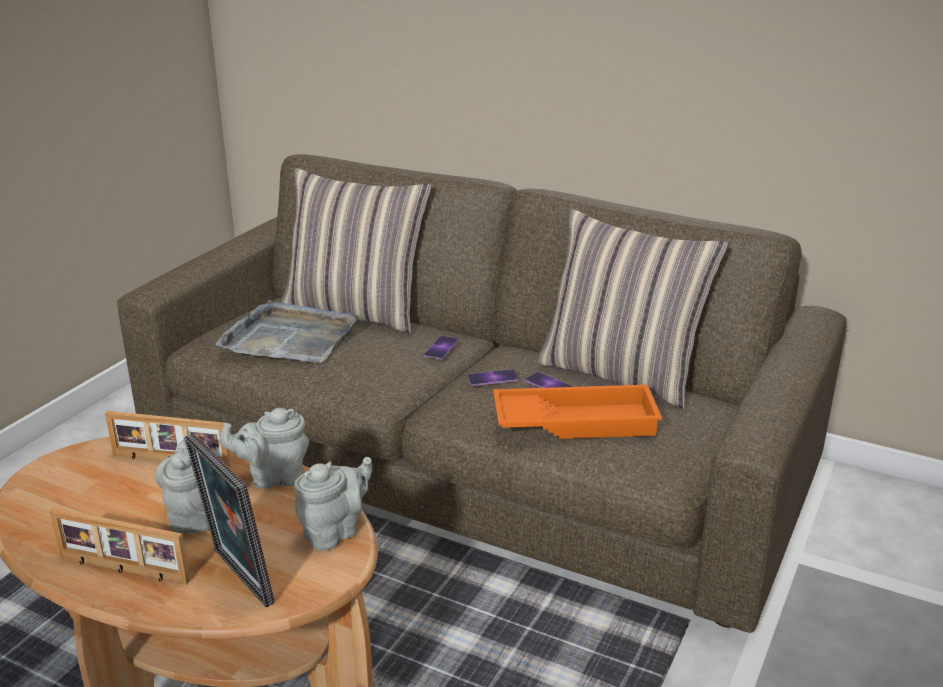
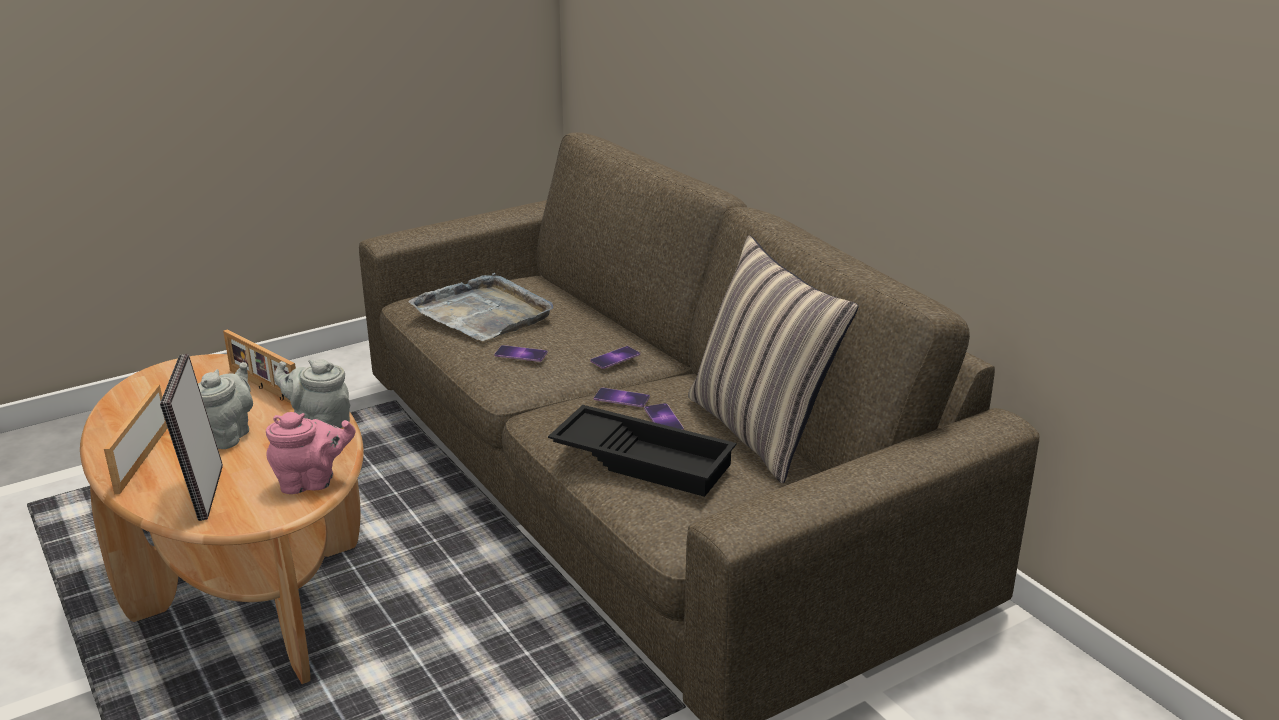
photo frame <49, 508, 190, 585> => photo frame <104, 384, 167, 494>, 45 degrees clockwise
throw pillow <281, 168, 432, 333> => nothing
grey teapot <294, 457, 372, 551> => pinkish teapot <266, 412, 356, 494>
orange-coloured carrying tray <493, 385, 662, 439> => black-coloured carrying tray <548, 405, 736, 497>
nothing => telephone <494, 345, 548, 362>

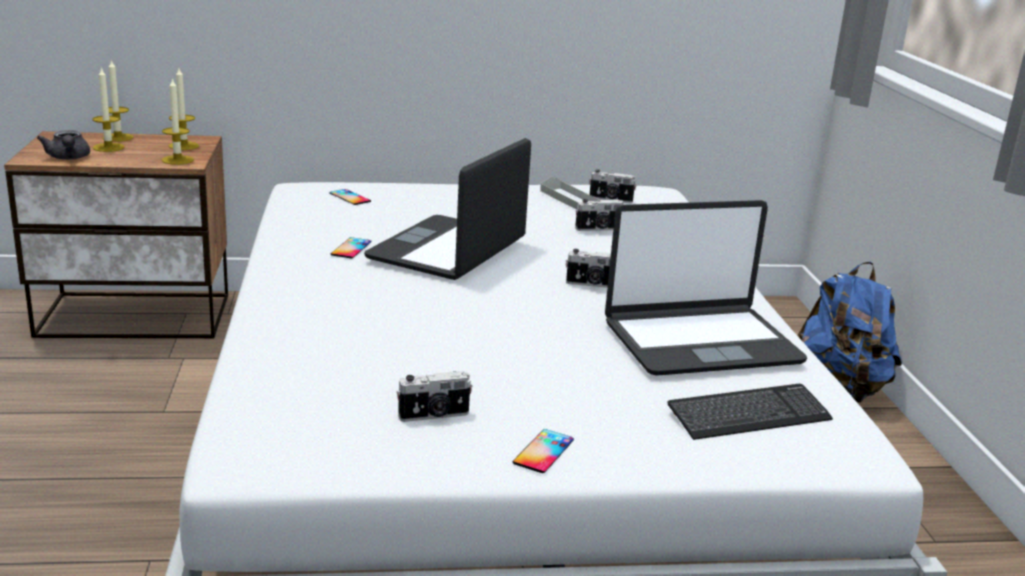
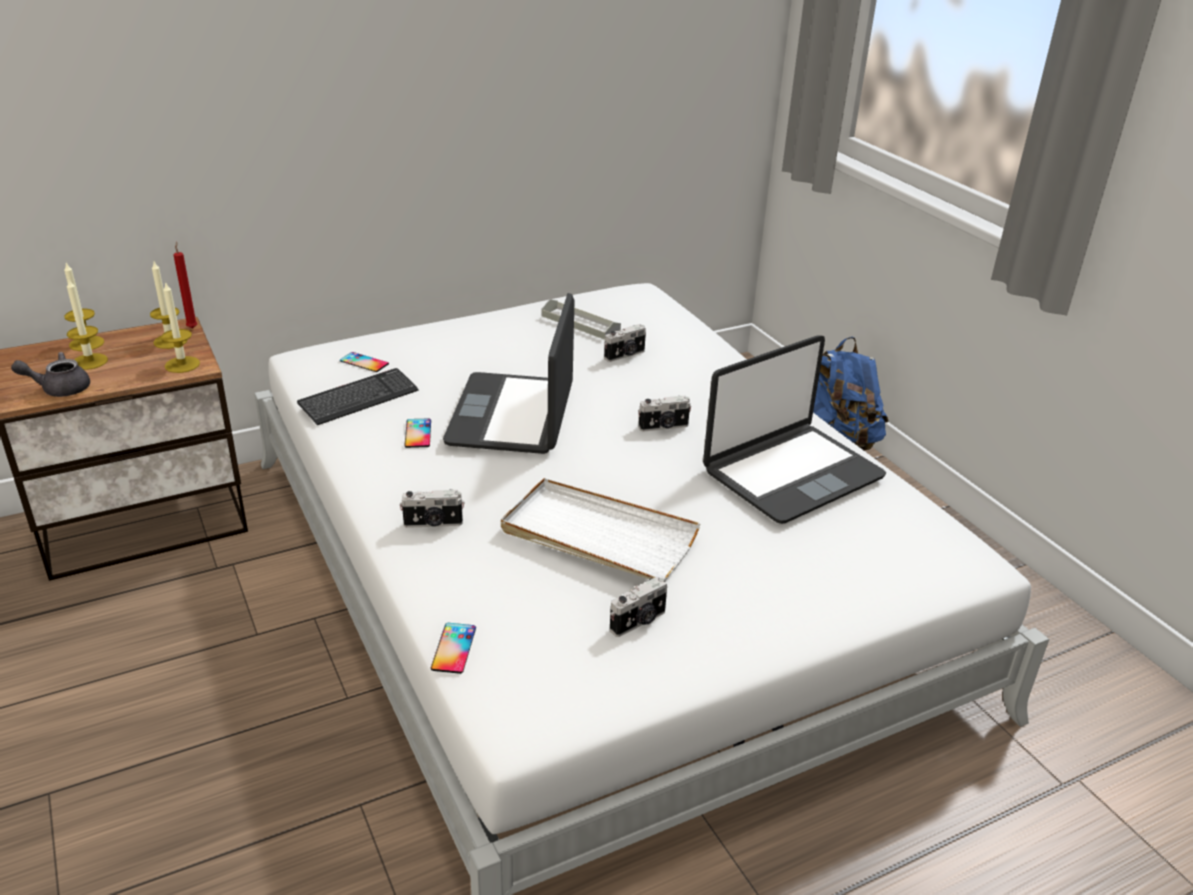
grey teapot <37, 130, 90, 160> => grey teapot <11, 352, 90, 397>, 120 degrees clockwise
telephone <513, 429, 574, 473> => telephone <431, 623, 476, 674>, relocated
still camera <589, 169, 636, 203> => still camera <400, 489, 464, 528>, relocated
keyboard <668, 384, 833, 440> => keyboard <297, 368, 419, 425>, relocated
nothing => reddish candle <173, 242, 197, 329>
nothing => white carrying tray <501, 478, 700, 580>

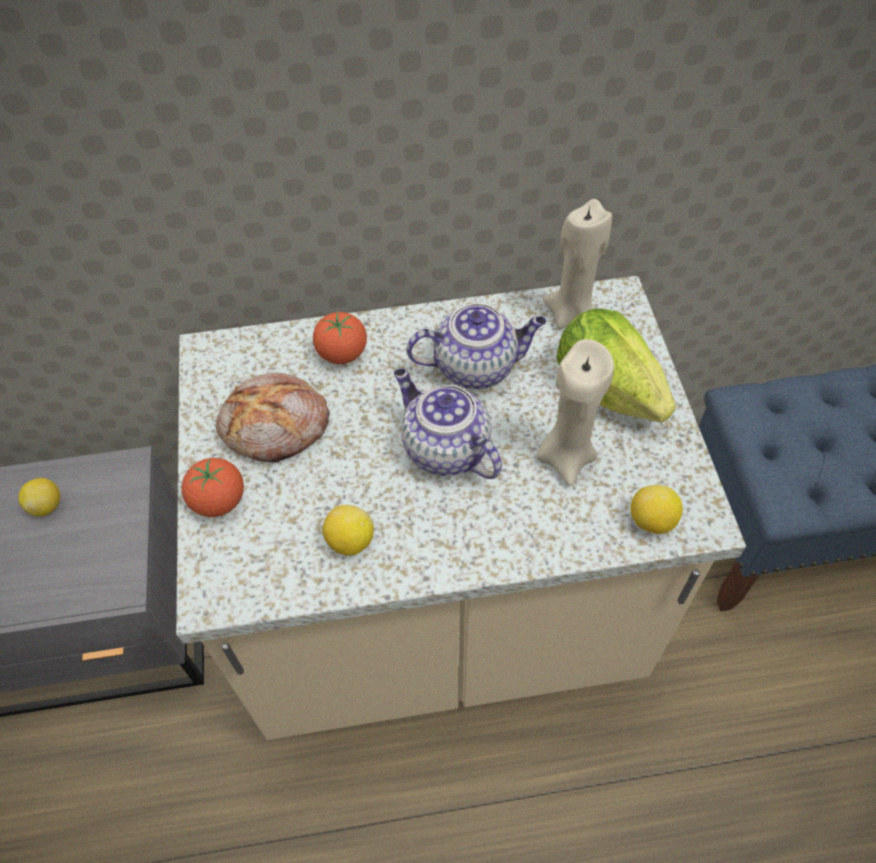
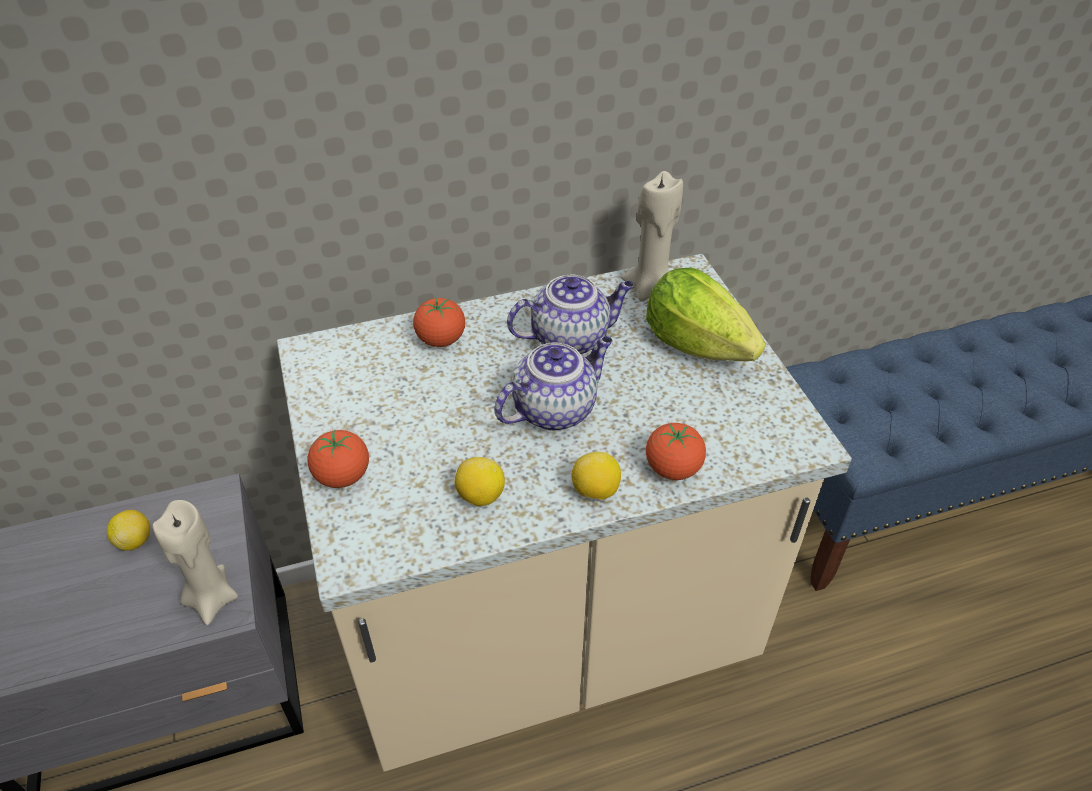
bread <216, 373, 329, 462> => nothing
teapot <394, 369, 502, 479> => teapot <494, 336, 613, 431>, 105 degrees clockwise
beige candle <536, 339, 614, 486> => beige candle <153, 500, 238, 625>, relocated
whole lemon <630, 485, 683, 534> => whole lemon <572, 452, 621, 500>, relocated
nothing => tomato <646, 423, 706, 480>

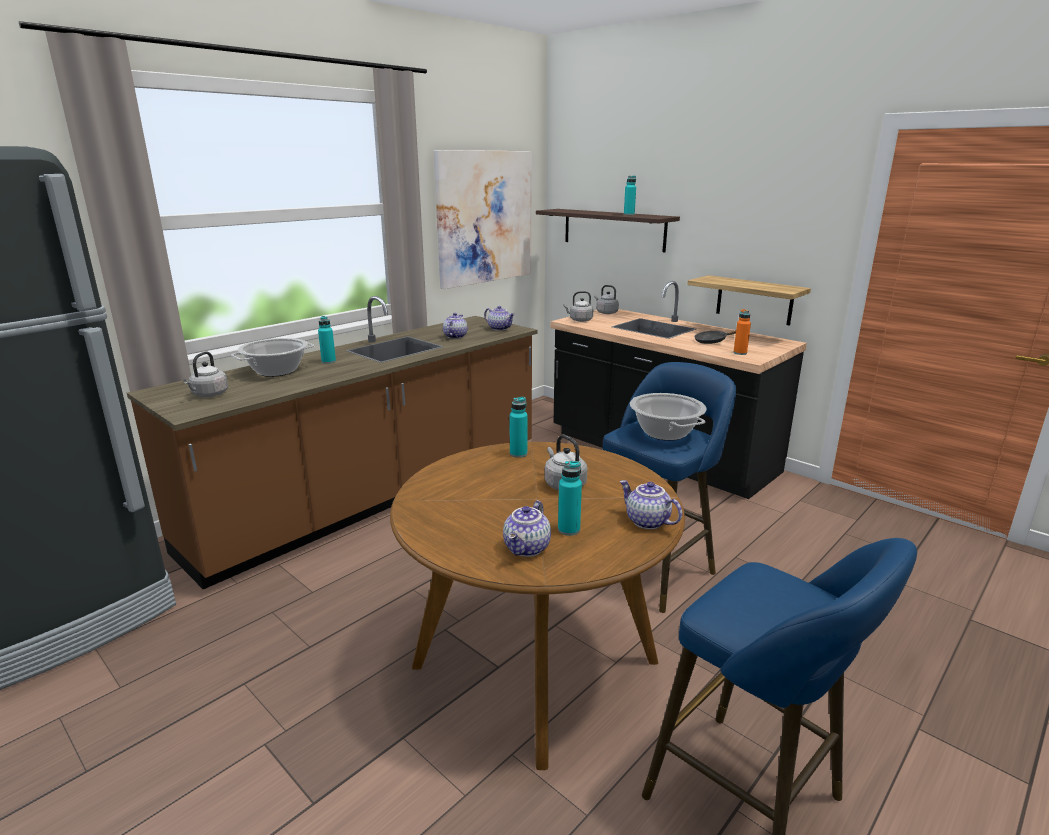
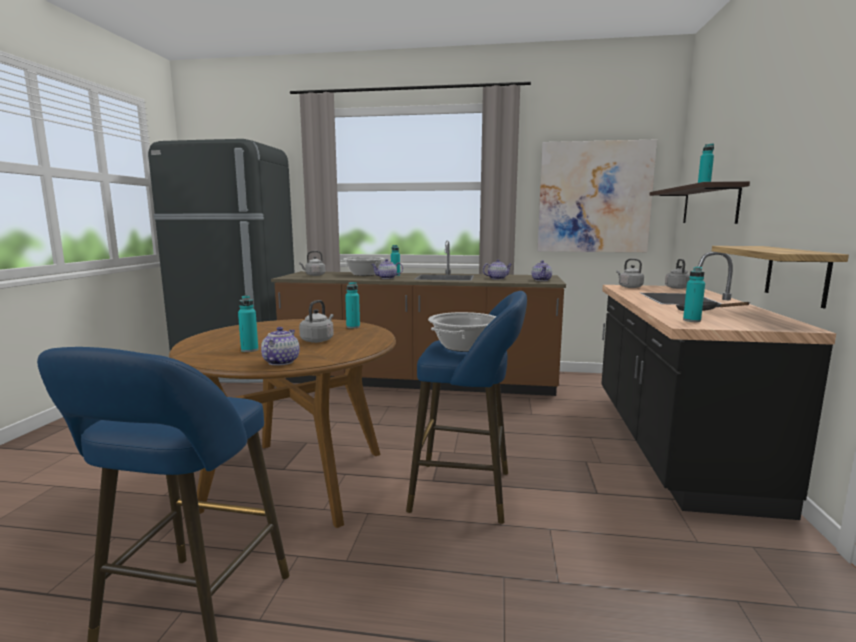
teapot <503, 500, 551, 557> => teapot <371, 259, 403, 279>, relocated
orange-coloured bottle <734, 309, 751, 355> => turquoise-coloured bottle <683, 267, 705, 322>

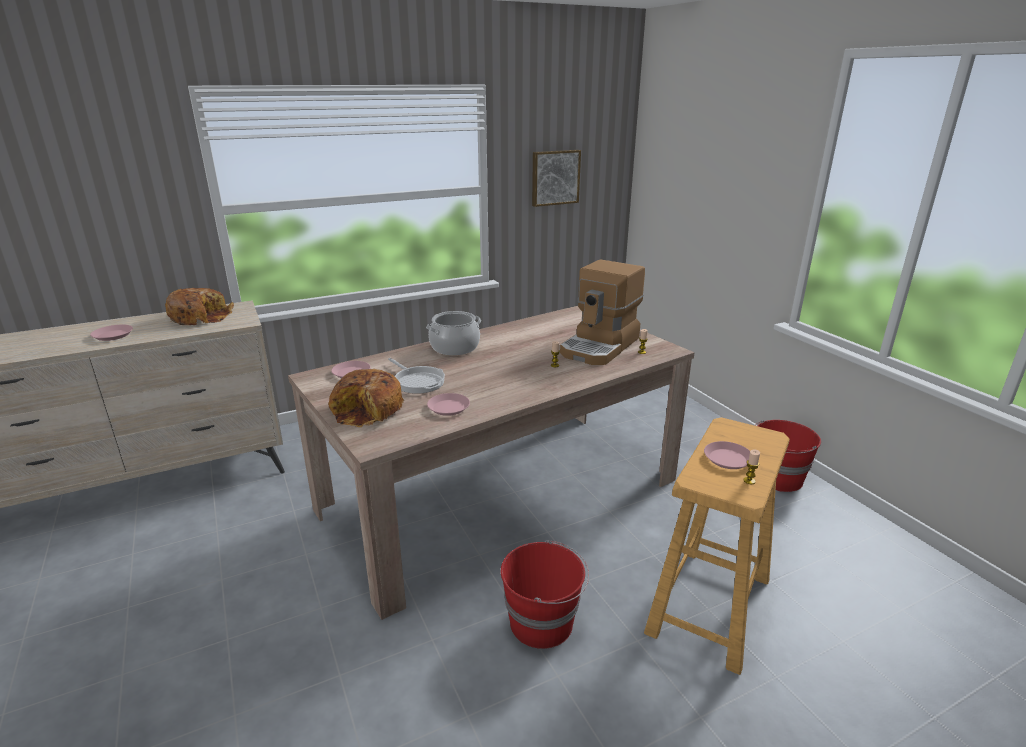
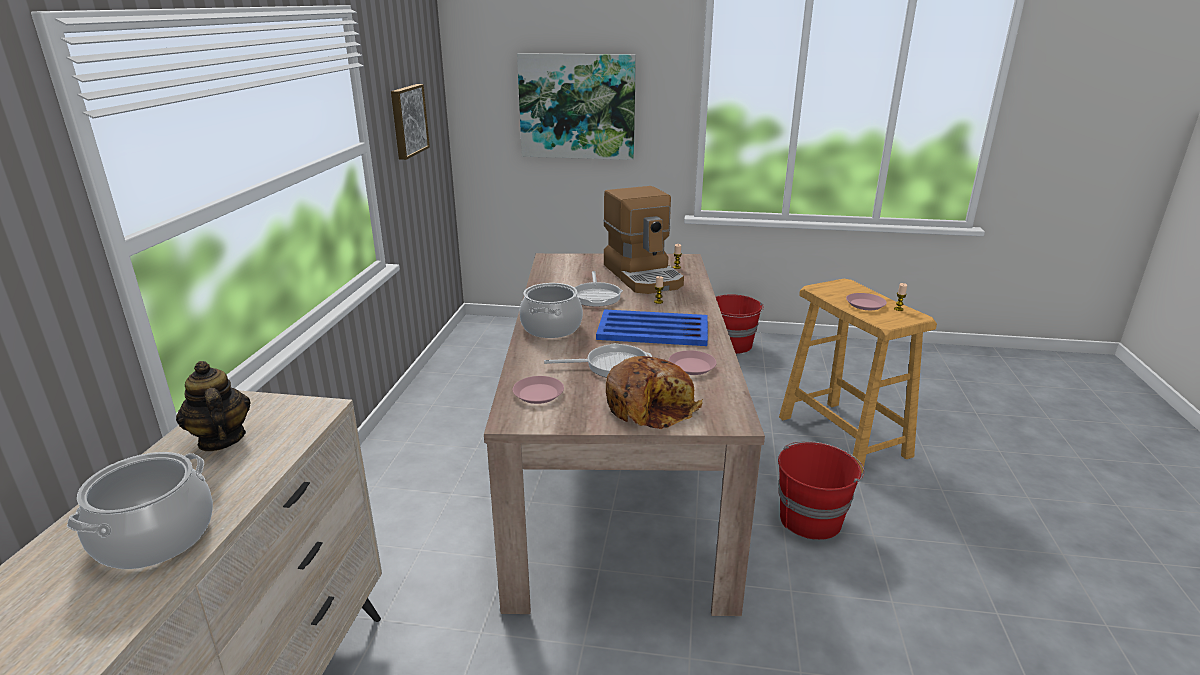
pinkish plate <90, 324, 133, 341> => cooking pot <67, 452, 213, 569>
bread <165, 288, 234, 325> => teapot <176, 361, 251, 451>
nothing => wall picture <517, 53, 636, 160>
nothing => skillet <574, 271, 623, 307>
nothing => blue-coloured carrying tray <596, 309, 708, 346>

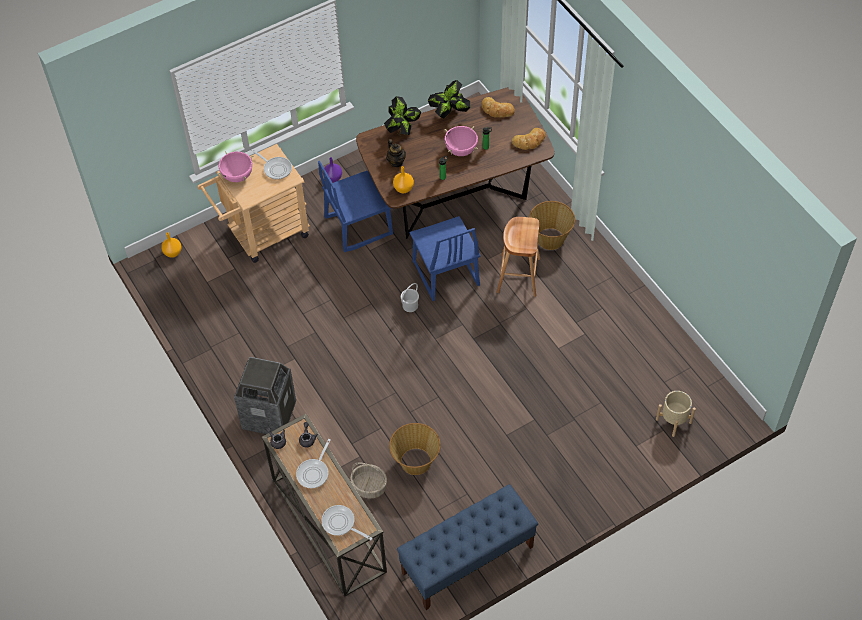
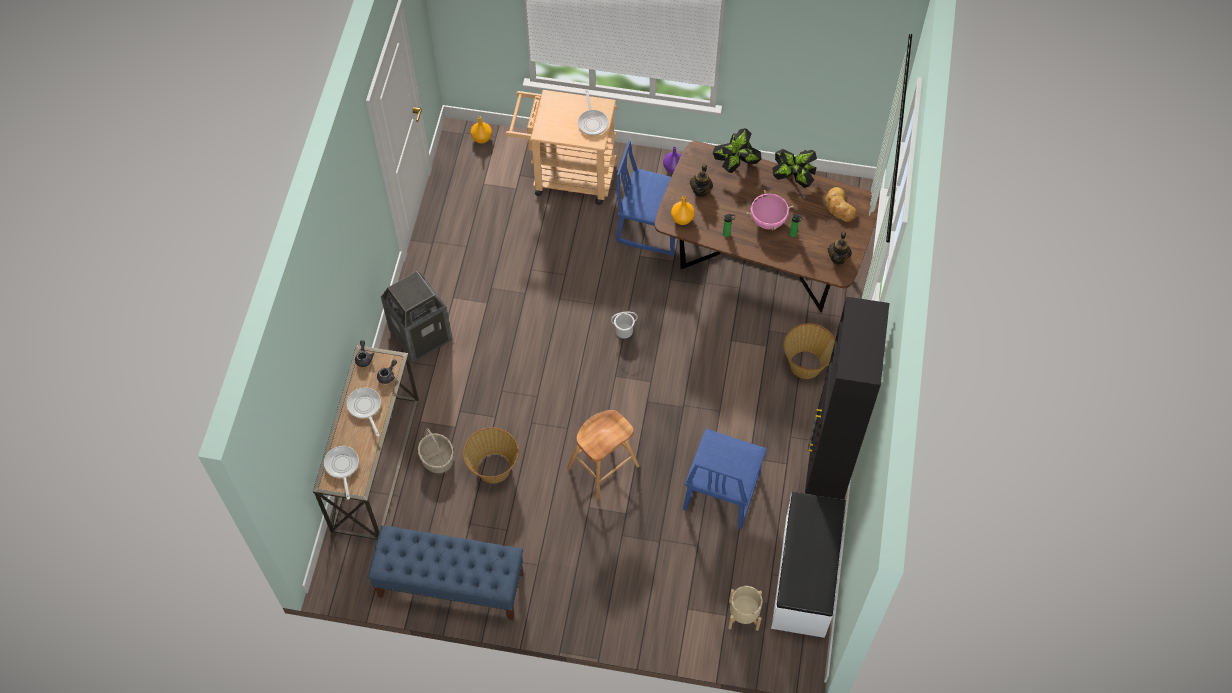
pinkish cooking pot <217, 151, 254, 182> => nothing
skillet <296, 439, 331, 488> => skillet <347, 387, 381, 437>, 90 degrees clockwise
blue-coloured chair <410, 216, 481, 301> => blue-coloured chair <683, 428, 767, 529>, relocated
brownish sitting stool <497, 217, 540, 297> => brownish sitting stool <567, 410, 639, 500>, relocated
bread <512, 128, 546, 150> => teapot <828, 232, 852, 265>
nothing => white bench <771, 491, 846, 638>
nothing => black-coloured cabinet <805, 297, 889, 499>

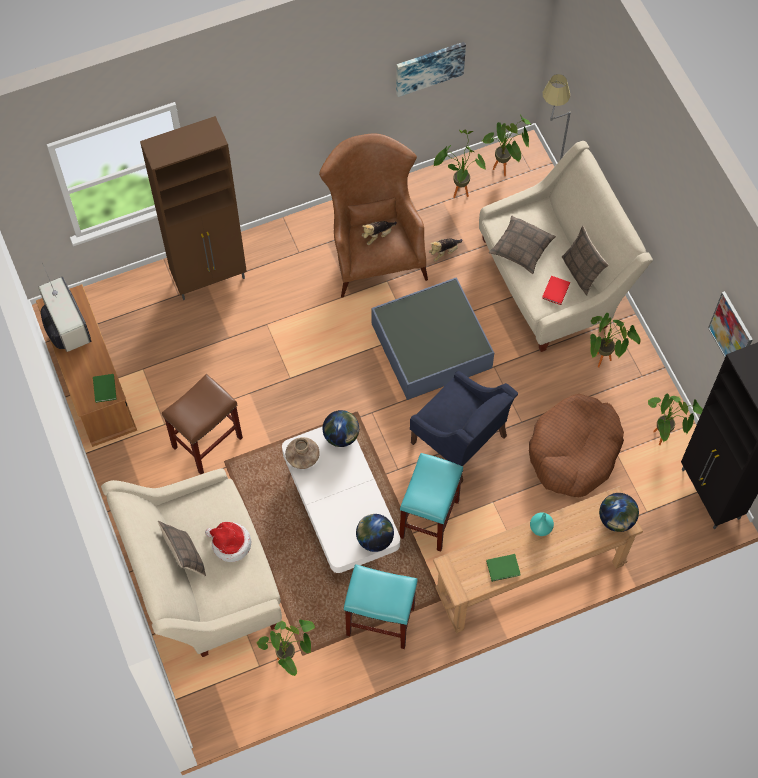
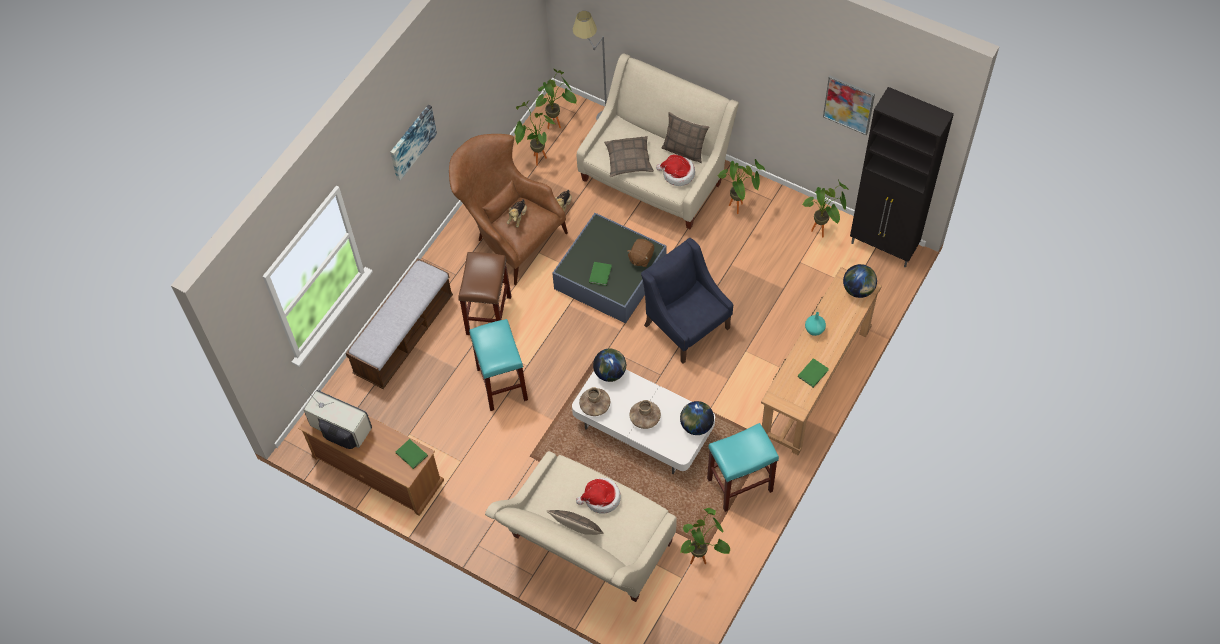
brownish cabinet <140, 116, 247, 300> => bench <346, 258, 453, 389>
brownish sitting stool <162, 374, 243, 474> => brownish sitting stool <458, 252, 511, 335>, relocated
wall picture <396, 42, 466, 97> => wall picture <390, 105, 437, 180>, relocated
turquoise-coloured sitting stool <399, 453, 463, 552> => turquoise-coloured sitting stool <469, 319, 528, 411>, relocated
blue-coloured lounge chair <410, 371, 518, 483> => blue-coloured lounge chair <641, 238, 733, 364>, 135 degrees counterclockwise
brownish pet bed <529, 394, 624, 497> => nothing
reddish book <542, 276, 570, 305> => hat <656, 155, 695, 186>
nothing => green-coloured book <589, 262, 612, 286>
nothing => brownish soft toy <627, 239, 654, 267>
nothing => brownish flower vase <630, 400, 661, 429>

